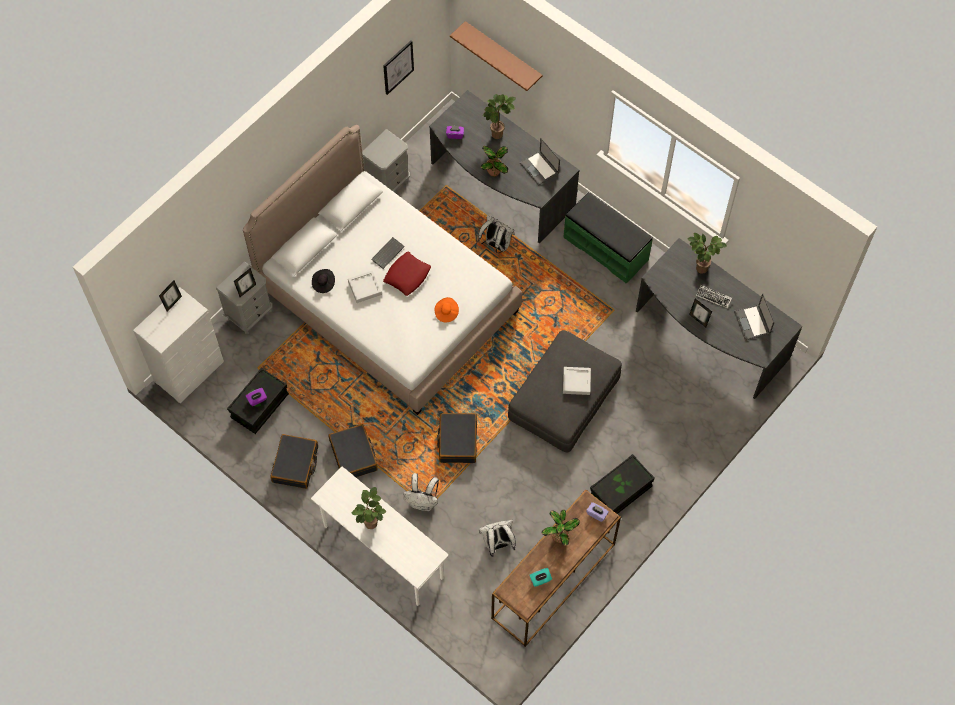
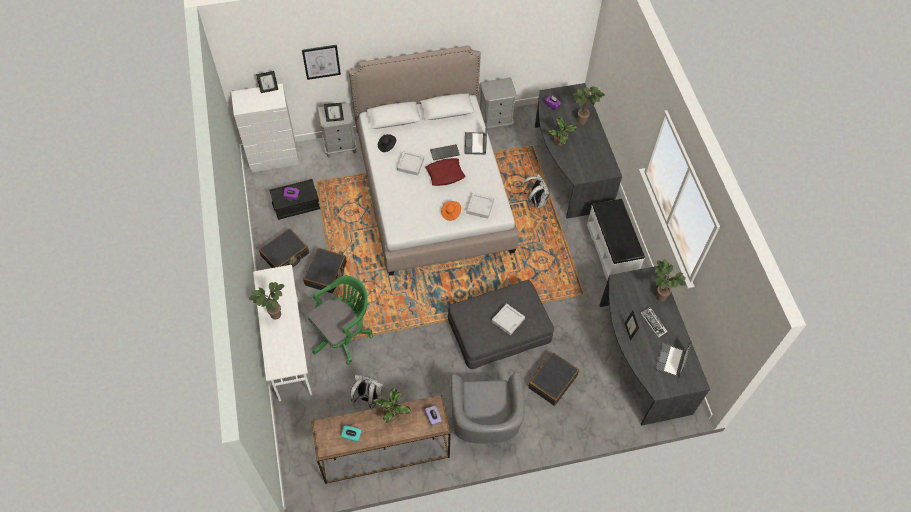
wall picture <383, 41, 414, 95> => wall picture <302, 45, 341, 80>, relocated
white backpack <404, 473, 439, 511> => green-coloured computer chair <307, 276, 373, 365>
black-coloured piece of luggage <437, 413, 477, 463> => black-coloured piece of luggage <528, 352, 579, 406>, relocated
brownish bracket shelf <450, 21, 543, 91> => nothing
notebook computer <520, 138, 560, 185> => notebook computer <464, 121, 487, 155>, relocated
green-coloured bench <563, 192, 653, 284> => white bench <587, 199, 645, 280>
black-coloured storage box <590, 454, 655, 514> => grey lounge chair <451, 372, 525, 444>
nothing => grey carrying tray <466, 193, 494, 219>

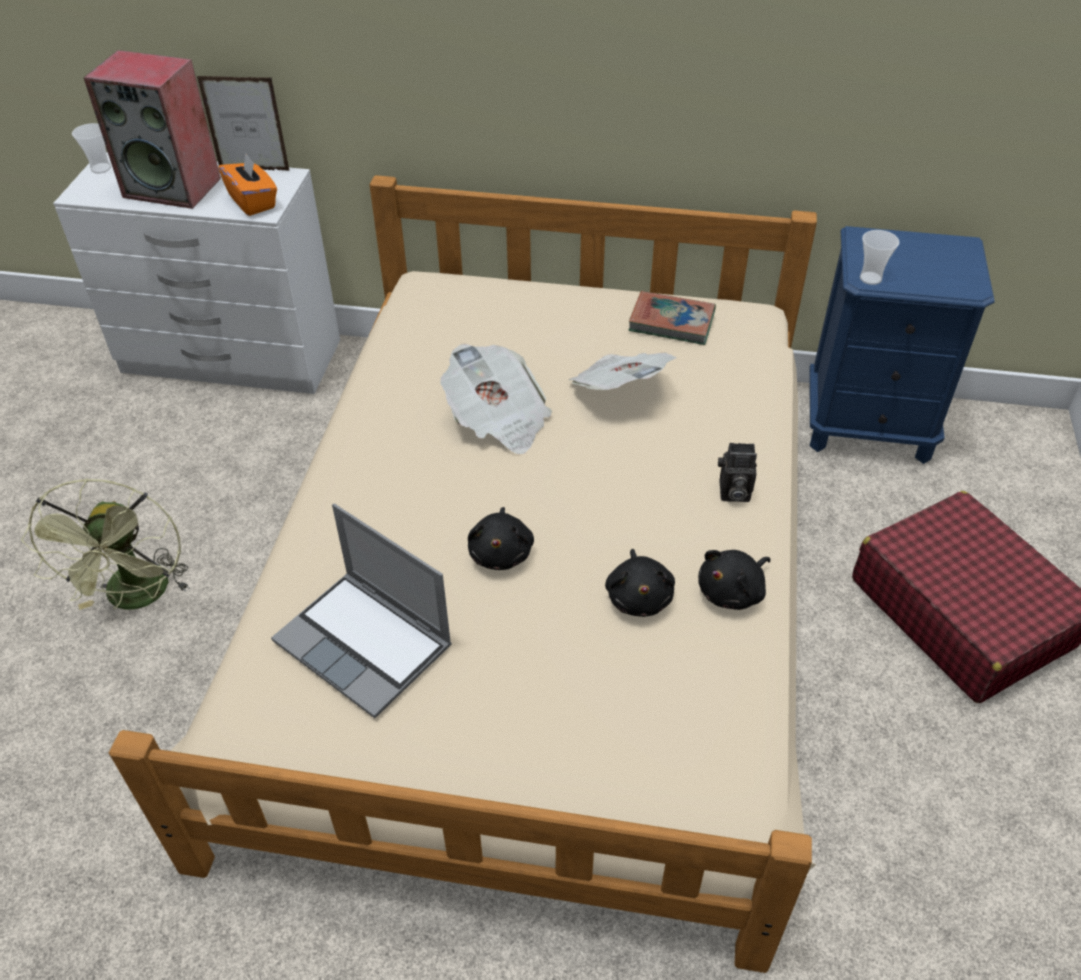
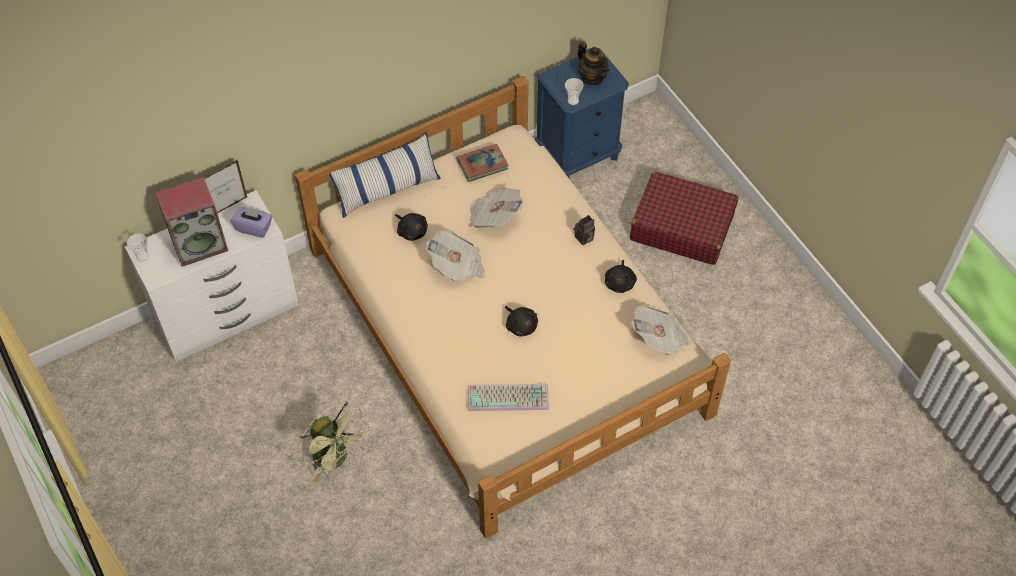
orange-coloured tissue box <218, 152, 277, 216> => purple-coloured tissue box <230, 206, 272, 238>
notebook computer <271, 504, 452, 718> => keyboard <468, 384, 549, 411>
black-coloured soft toy <605, 549, 675, 617> => black-coloured soft toy <395, 213, 428, 241>, relocated
nothing => throw pillow <329, 133, 441, 218>
nothing => teapot <578, 42, 609, 85>
nothing => printed paper <631, 304, 691, 355>

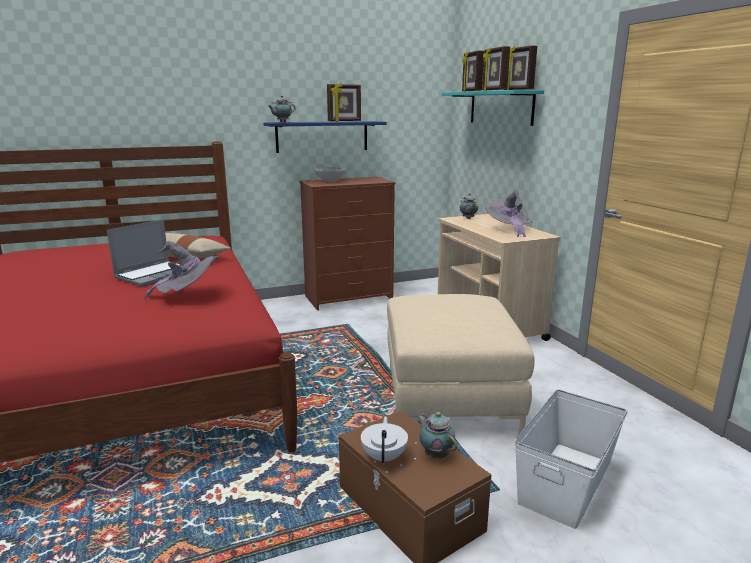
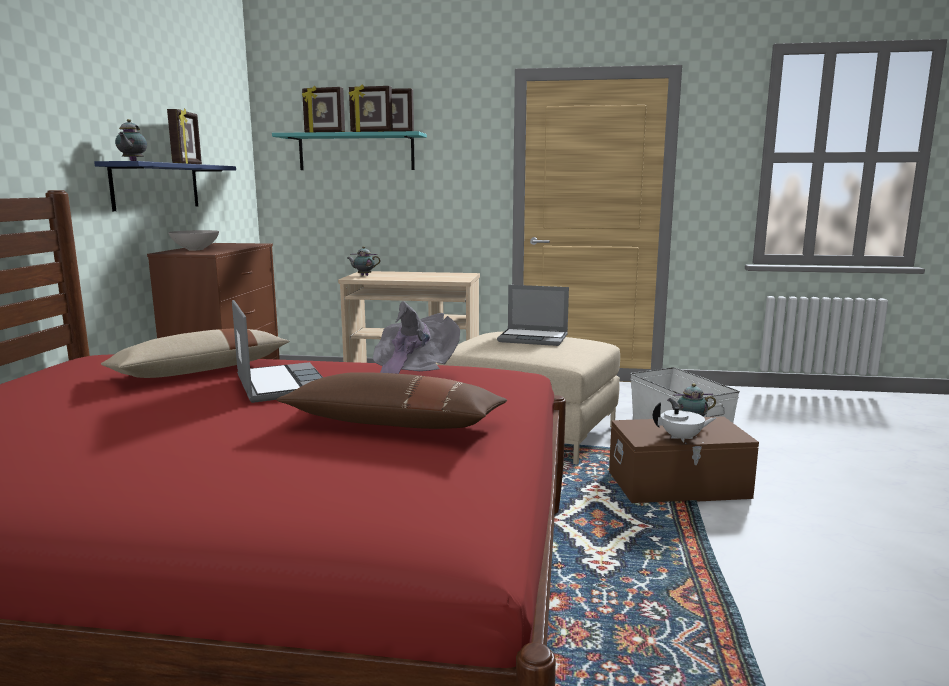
white teapot <361, 416, 408, 465> => white teapot <653, 402, 716, 443>, 150 degrees clockwise
grey hat <485, 190, 532, 237> => nothing
nothing => brownish throw pillow <277, 372, 507, 429>
nothing => notebook computer <497, 285, 569, 346>

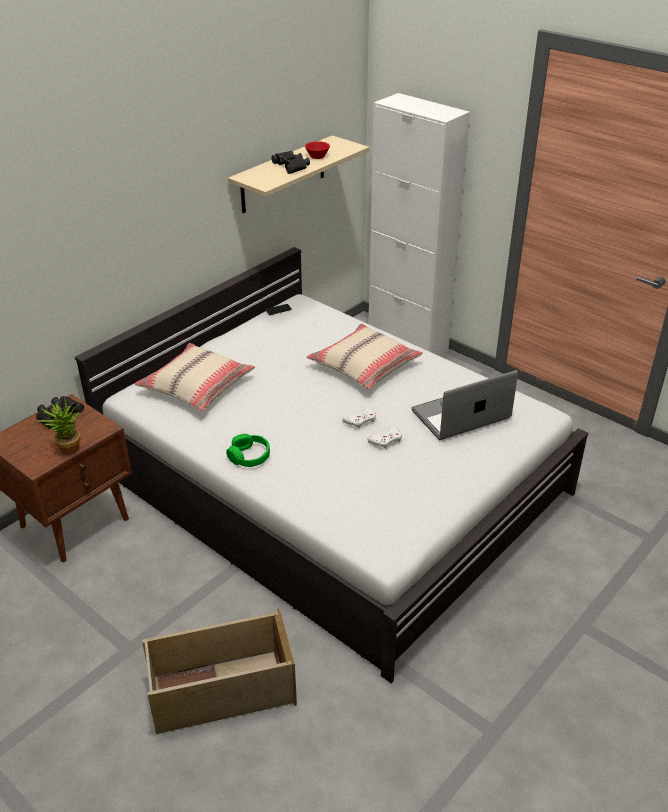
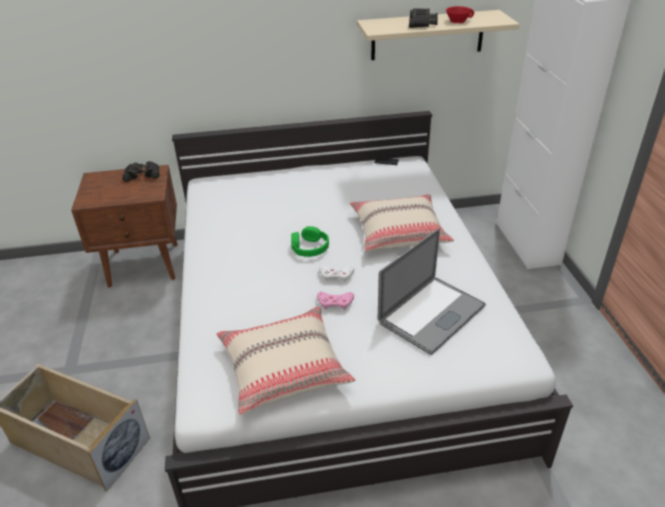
plant in a pot <37, 397, 80, 455> => nothing
beige throw pillow <135, 343, 255, 411> => beige throw pillow <216, 306, 355, 415>, relocated
green-coloured headphones <226, 434, 270, 467> => green-coloured headphones <291, 226, 329, 257>, relocated
white game controller <367, 426, 402, 449> => pinkish game controller <317, 292, 354, 310>
notebook computer <411, 370, 518, 440> => notebook computer <378, 228, 486, 355>, 120 degrees clockwise

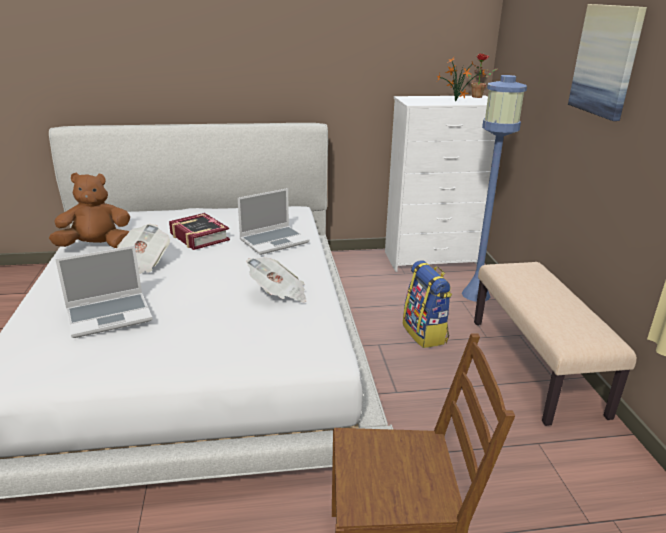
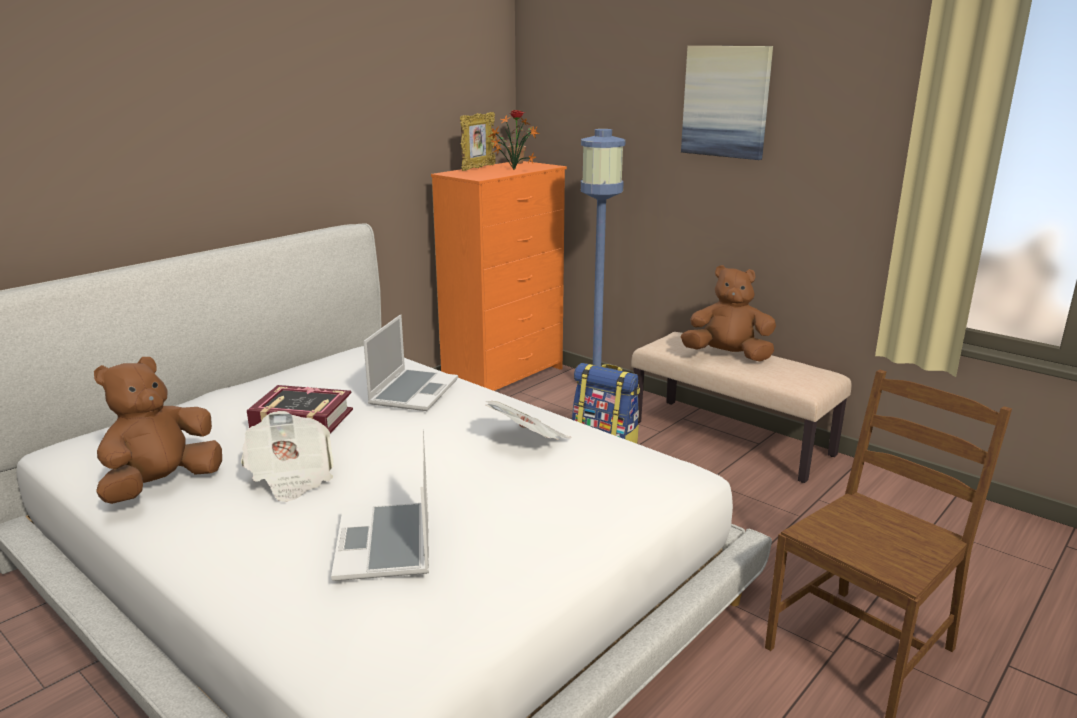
notebook computer <55, 246, 153, 338> => notebook computer <331, 429, 429, 581>, 150 degrees clockwise
white drawer chest <385, 96, 496, 272> => orange-coloured drawer chest <431, 161, 567, 391>
nothing => photo frame <460, 112, 496, 171>
nothing => brownish soft toy <681, 265, 776, 361>

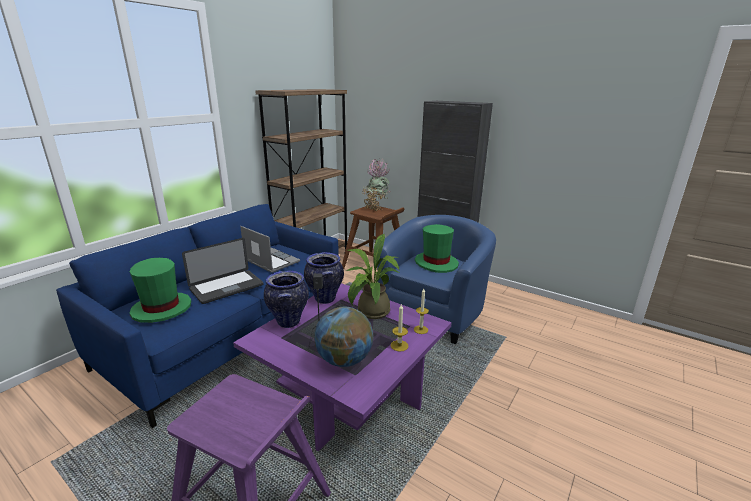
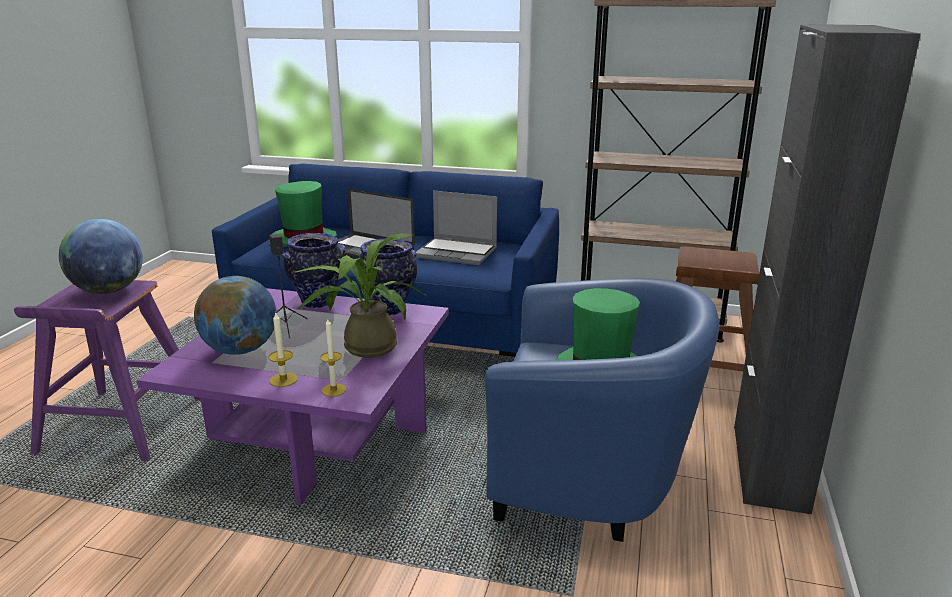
notebook computer <240, 226, 300, 273> => notebook computer <416, 190, 497, 265>, 90 degrees clockwise
plant in a pot <362, 159, 390, 211> => nothing
nothing => world globe <59, 219, 143, 294>

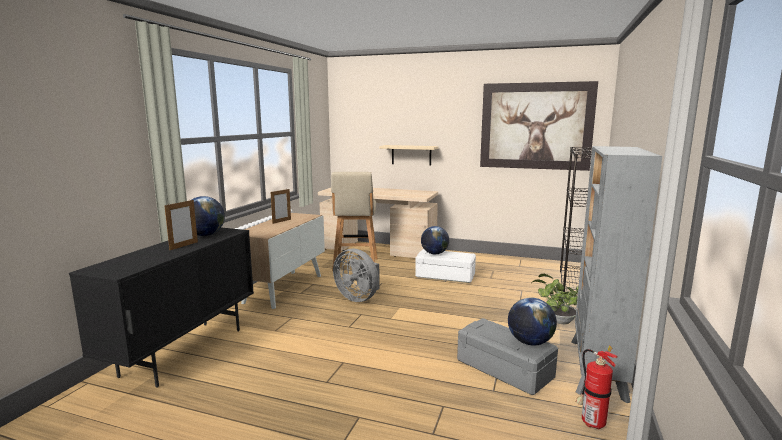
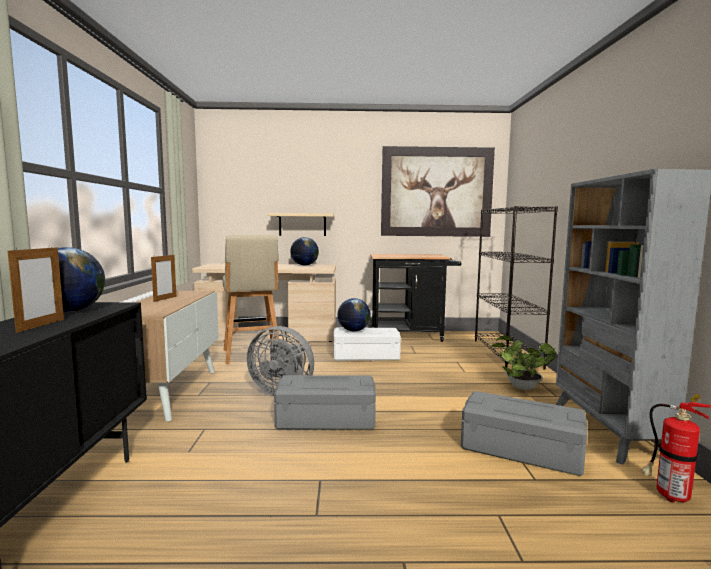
world globe <508, 297, 557, 345> => world globe <290, 237, 319, 265>, relocated
nothing => grey storage box <274, 375, 376, 429>
nothing => black-coloured cart <370, 254, 462, 342>

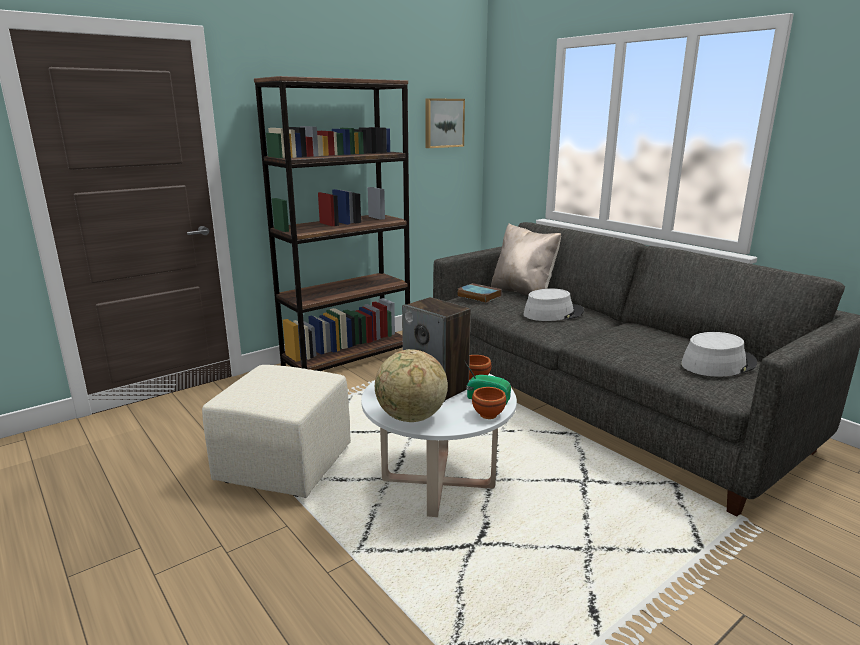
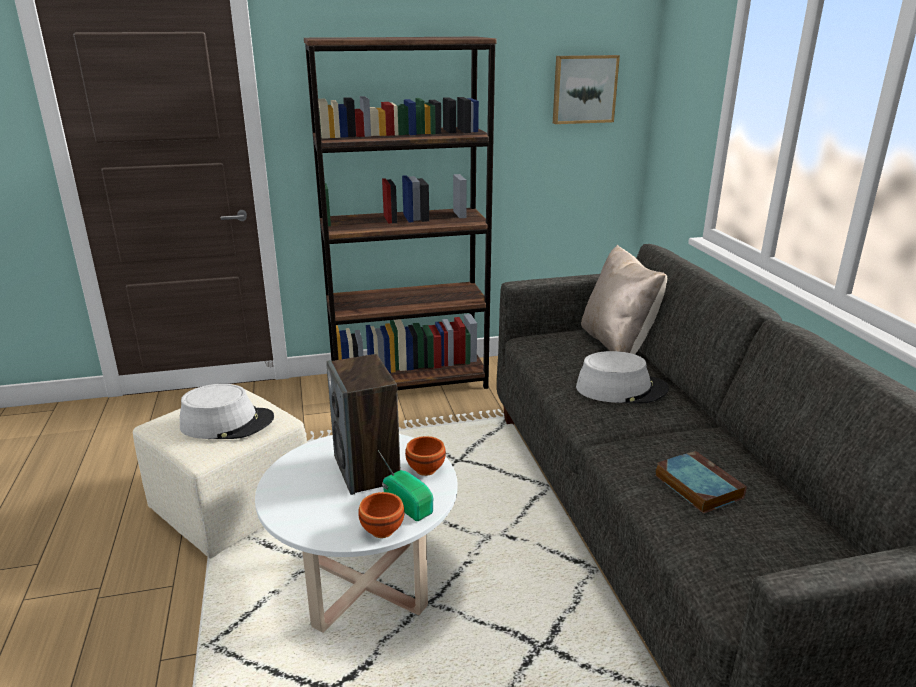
world globe <375, 349, 448, 422> => nothing
book <457, 283, 502, 303> => book <655, 451, 747, 514>, relocated
grey hat <681, 332, 757, 377> => grey hat <180, 384, 274, 439>, relocated

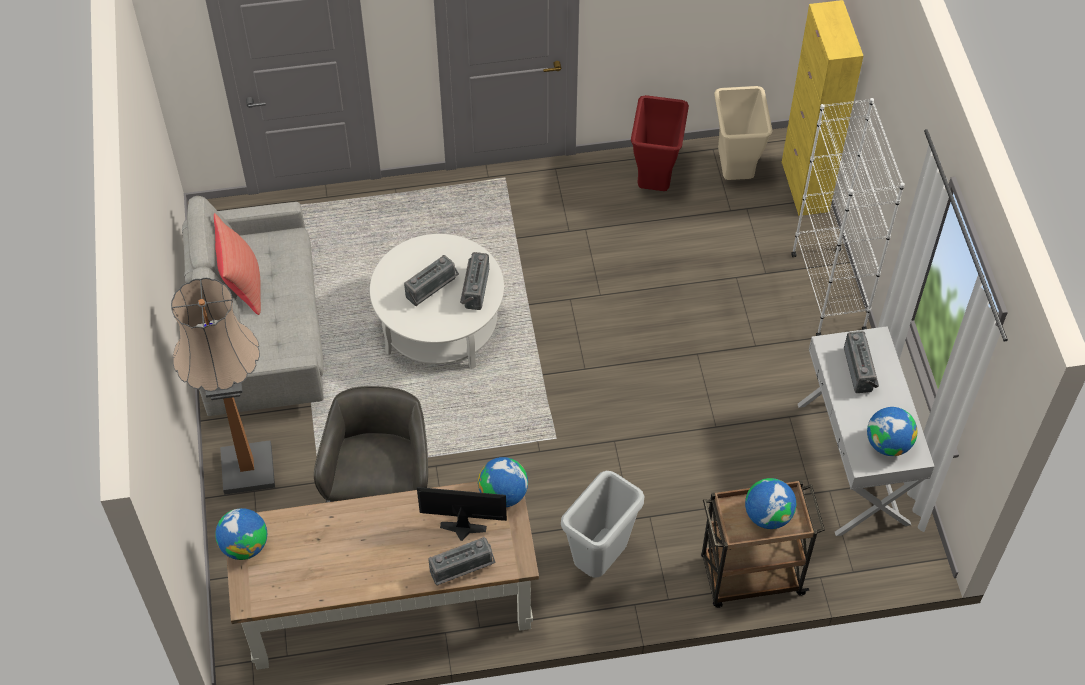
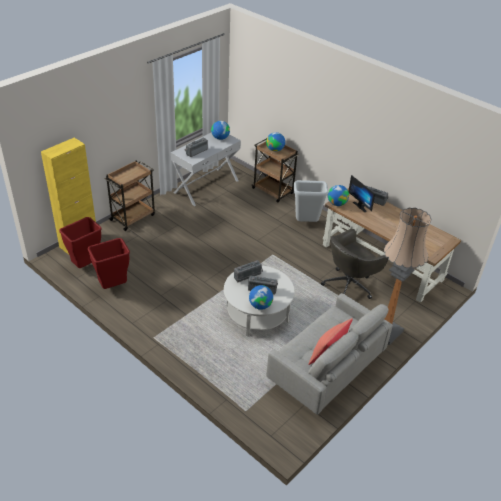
world globe <215, 508, 267, 560> => world globe <249, 285, 273, 310>, relocated
beige trash can <714, 86, 773, 180> => reddish trash can <59, 217, 102, 268>
white bookcase <791, 98, 905, 336> => brownish cart <104, 161, 155, 231>

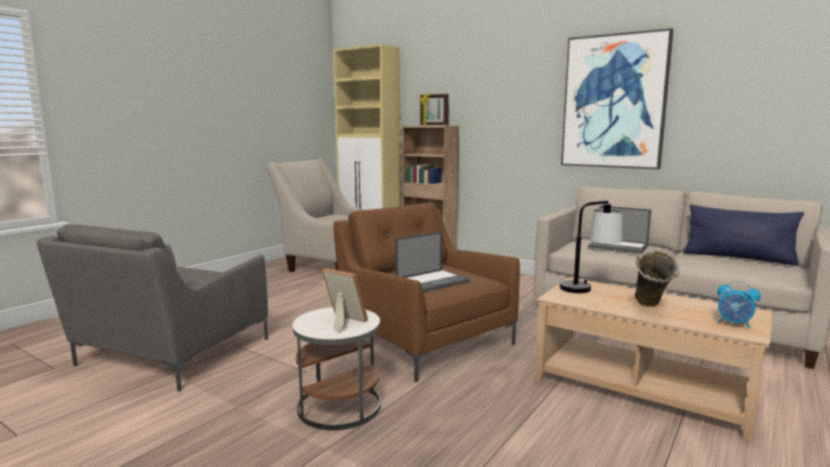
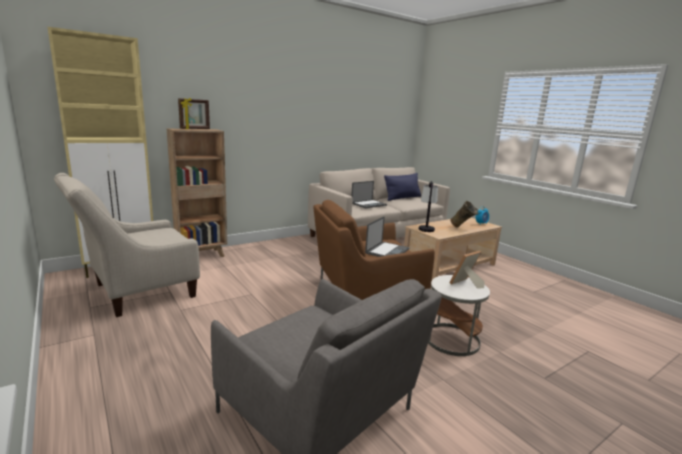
notebook computer <395, 232, 470, 293> => notebook computer <365, 216, 410, 257>, 45 degrees clockwise
wall picture <561, 28, 673, 170> => nothing

